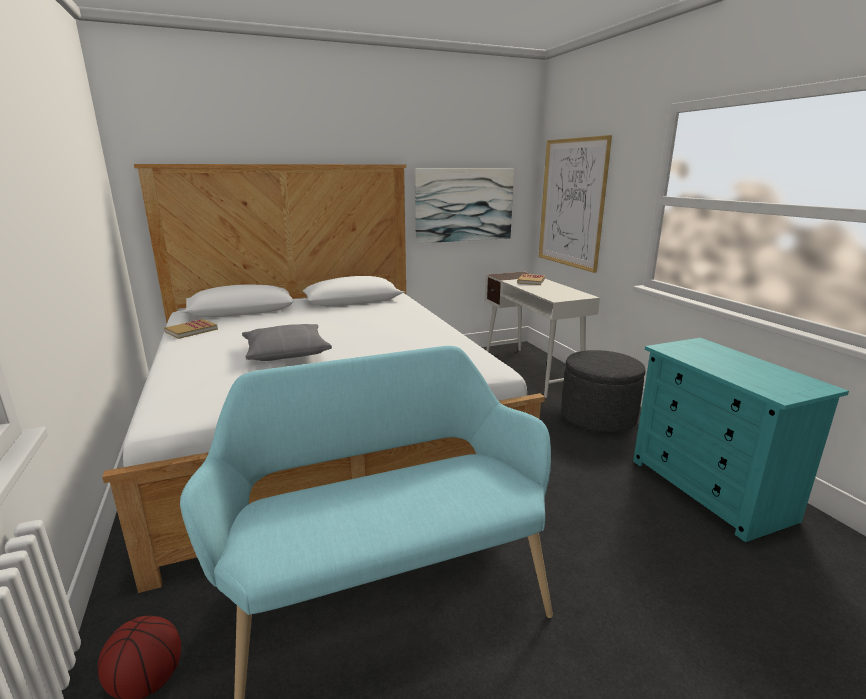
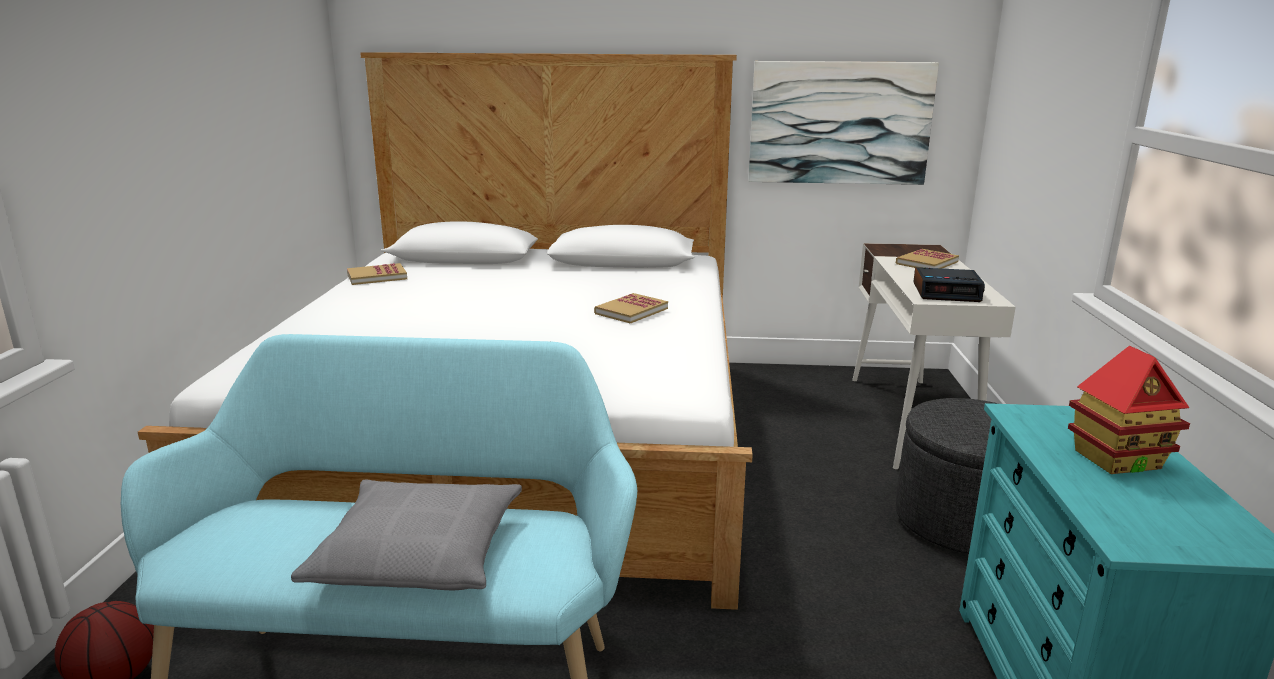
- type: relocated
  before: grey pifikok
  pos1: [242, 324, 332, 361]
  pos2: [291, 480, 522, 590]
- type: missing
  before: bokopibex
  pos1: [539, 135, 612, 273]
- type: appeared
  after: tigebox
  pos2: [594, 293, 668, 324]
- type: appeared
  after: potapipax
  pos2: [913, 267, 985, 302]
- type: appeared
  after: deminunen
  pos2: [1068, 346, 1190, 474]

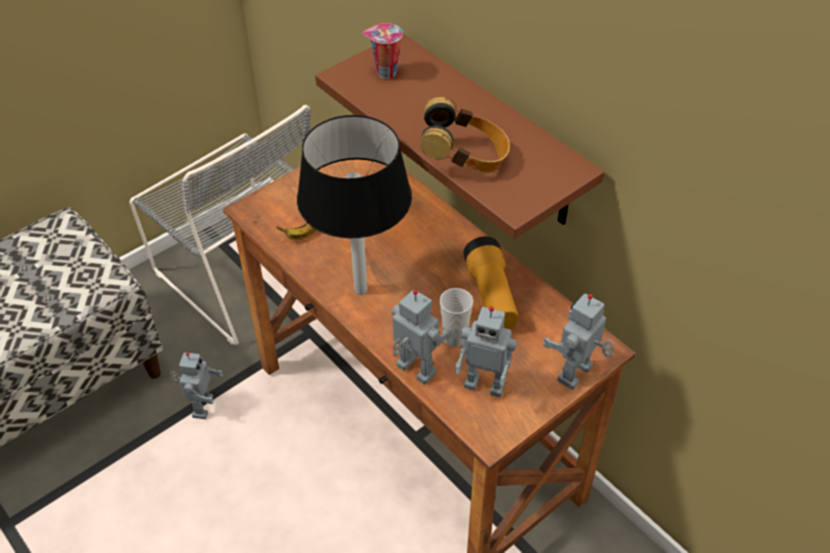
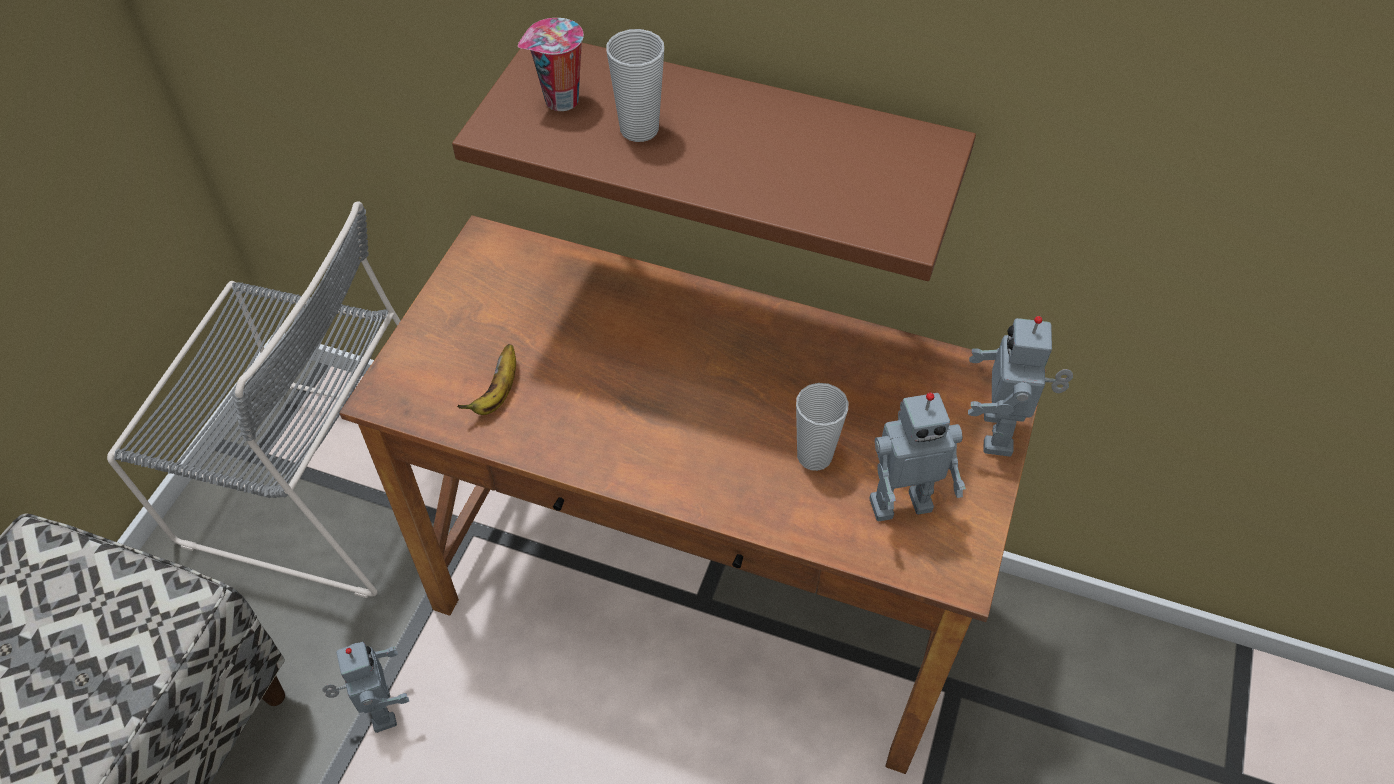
- type: missing
  before: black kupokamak
  pos1: [297, 115, 412, 295]
- type: missing
  before: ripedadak
  pos1: [392, 289, 453, 384]
- type: missing
  before: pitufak
  pos1: [421, 97, 510, 173]
- type: missing
  before: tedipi
  pos1: [464, 236, 518, 329]
- type: appeared
  after: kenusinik
  pos2: [606, 29, 664, 142]

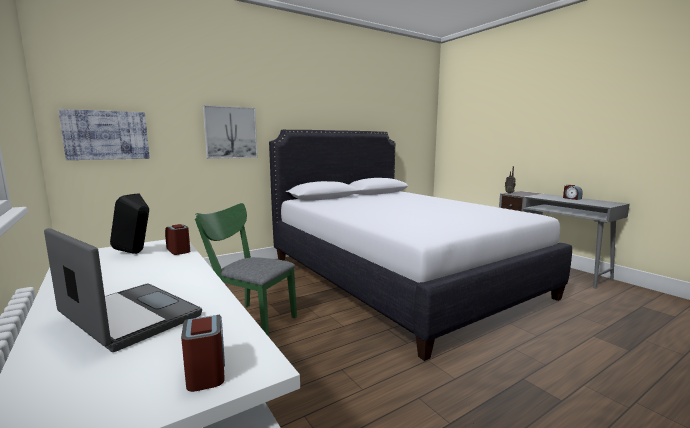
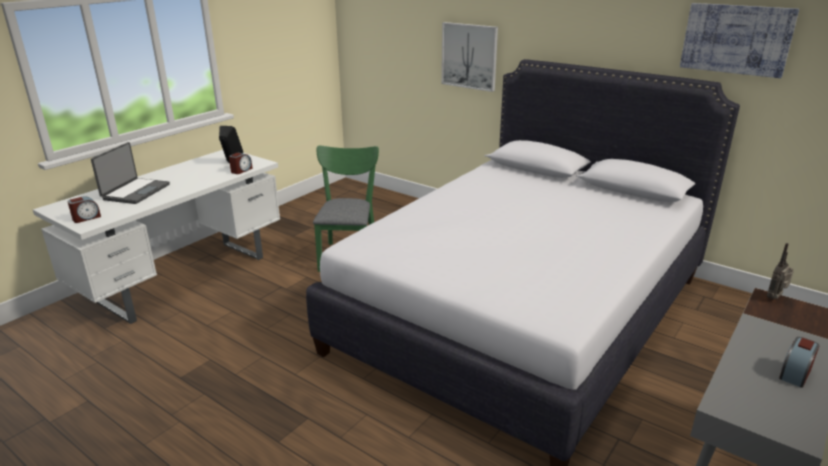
- type: relocated
  before: bokopibex
  pos1: [58, 109, 150, 160]
  pos2: [680, 3, 799, 78]

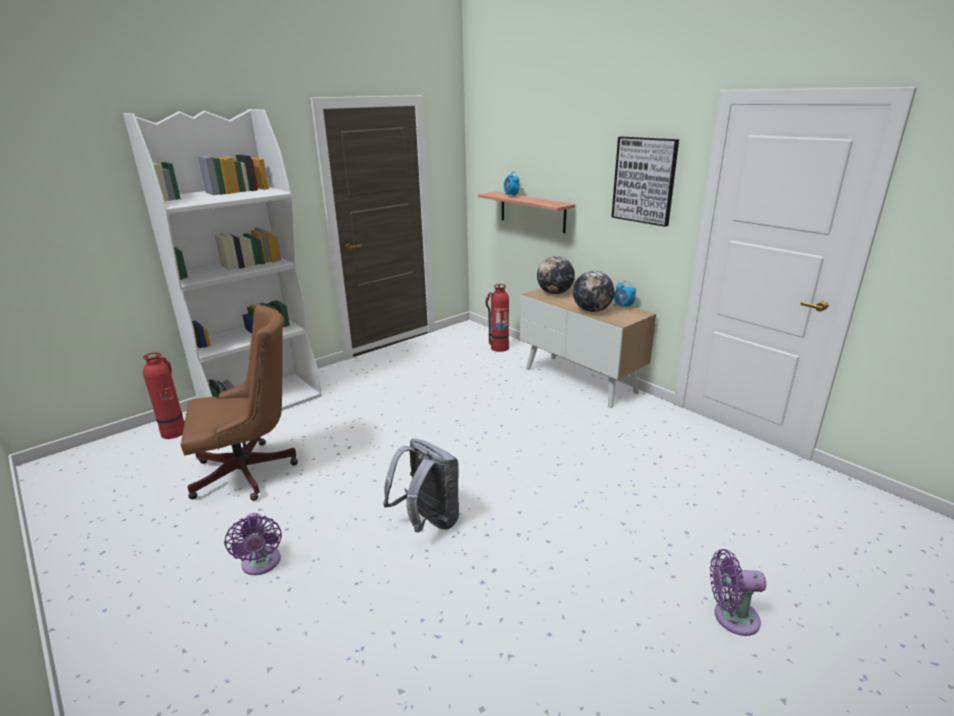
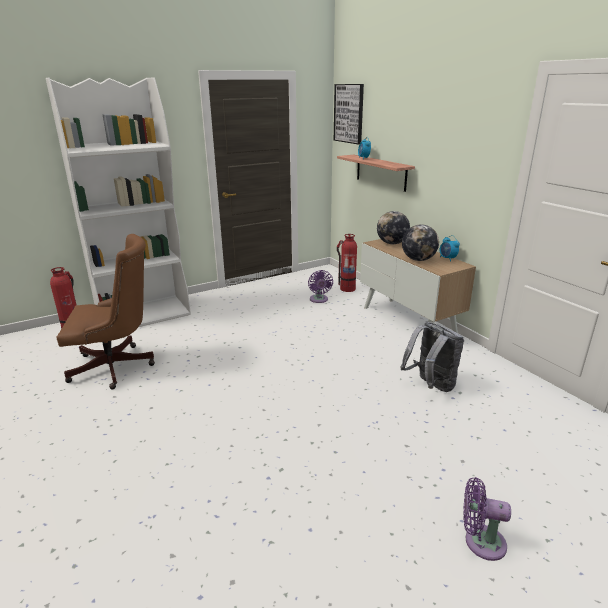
- type: relocated
  before: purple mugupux
  pos1: [224, 513, 282, 575]
  pos2: [308, 270, 333, 303]
- type: relocated
  before: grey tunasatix
  pos1: [383, 439, 459, 532]
  pos2: [400, 321, 464, 392]
- type: relocated
  before: bokopibex
  pos1: [611, 137, 679, 227]
  pos2: [334, 84, 364, 144]

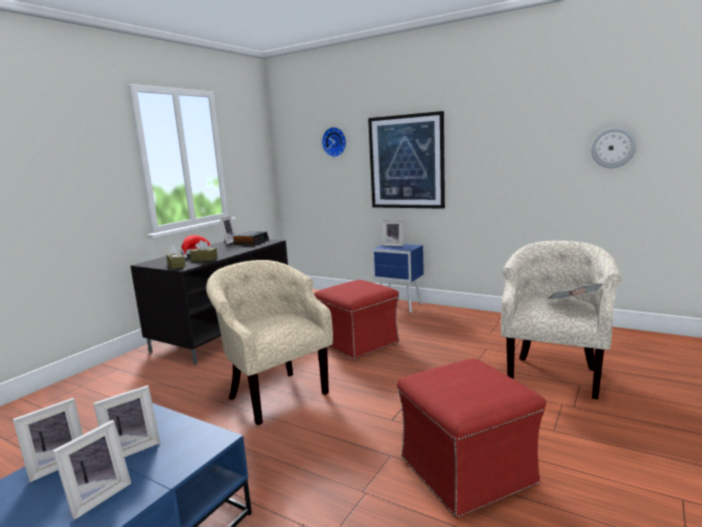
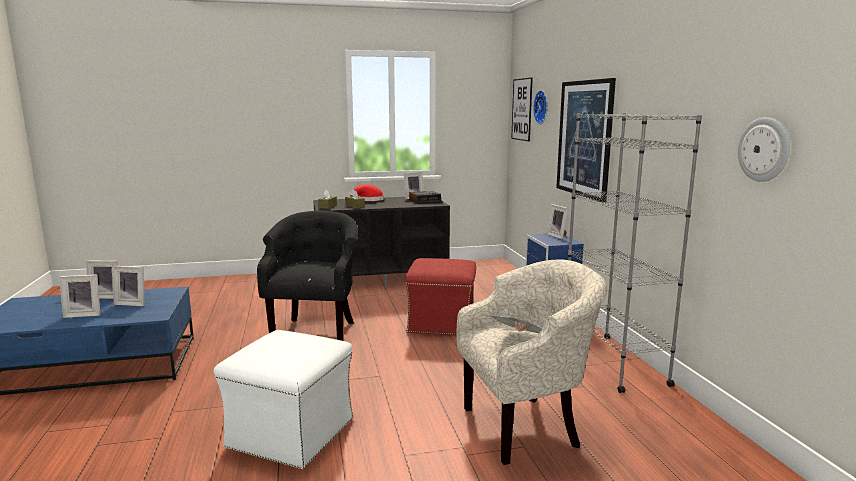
- type: colour
  before: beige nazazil
  after: black nazazil
  pos1: [206, 260, 333, 425]
  pos2: [257, 211, 358, 341]
- type: colour
  before: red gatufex
  after: white gatufex
  pos1: [397, 358, 546, 519]
  pos2: [214, 330, 353, 469]
- type: appeared
  after: bokopibex
  pos2: [511, 77, 533, 141]
- type: appeared
  after: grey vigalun
  pos2: [568, 113, 702, 393]

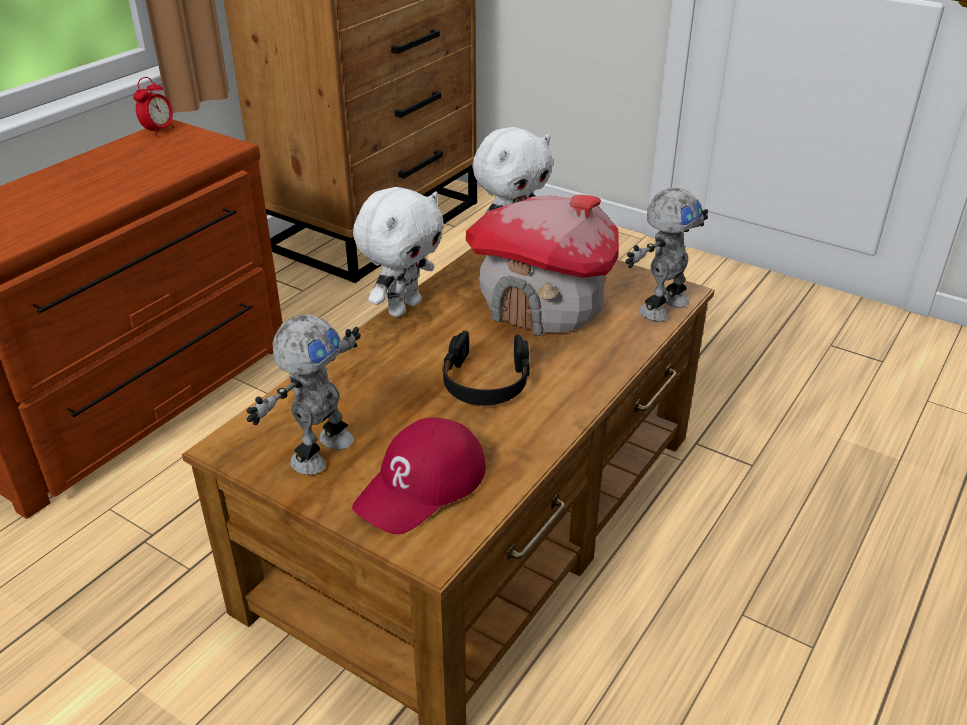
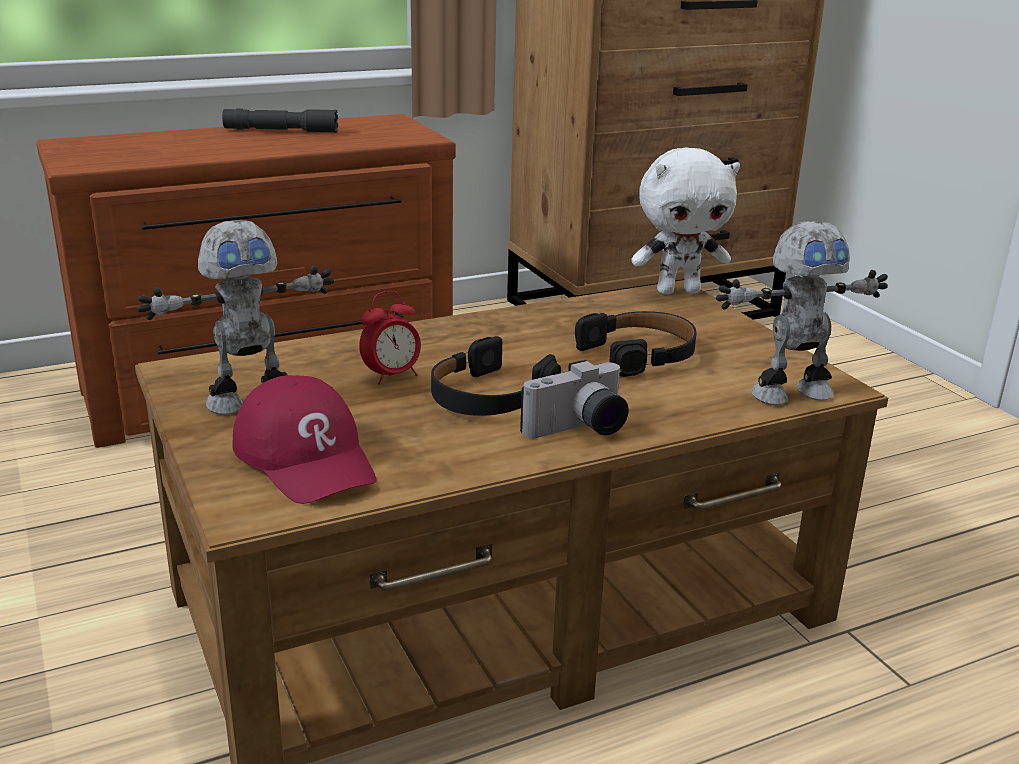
- type: relocated
  before: potapipax
  pos1: [133, 77, 174, 136]
  pos2: [359, 291, 421, 385]
- type: spun
  before: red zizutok
  pos1: [352, 418, 486, 534]
  pos2: [232, 375, 377, 504]
  turn: -105
- type: missing
  before: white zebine
  pos1: [353, 187, 444, 317]
- type: exchanged
  before: deminunen
  after: black pitufak
  pos1: [466, 195, 619, 336]
  pos2: [575, 311, 696, 377]
- type: appeared
  after: grey tedipi
  pos2: [222, 108, 338, 133]
- type: appeared
  after: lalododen
  pos2: [520, 360, 629, 438]

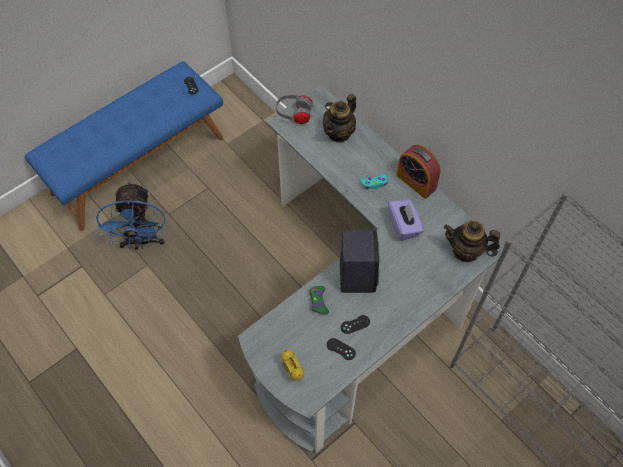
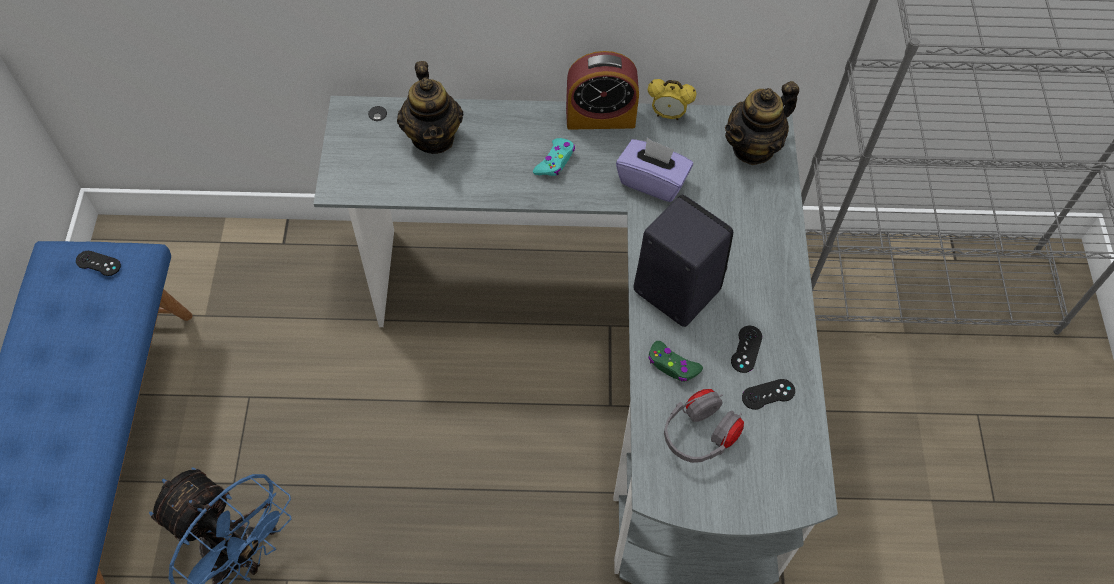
- type: relocated
  before: grey pitufak
  pos1: [276, 94, 315, 124]
  pos2: [664, 389, 744, 463]
- type: relocated
  before: potapipax
  pos1: [282, 350, 304, 381]
  pos2: [648, 79, 696, 120]

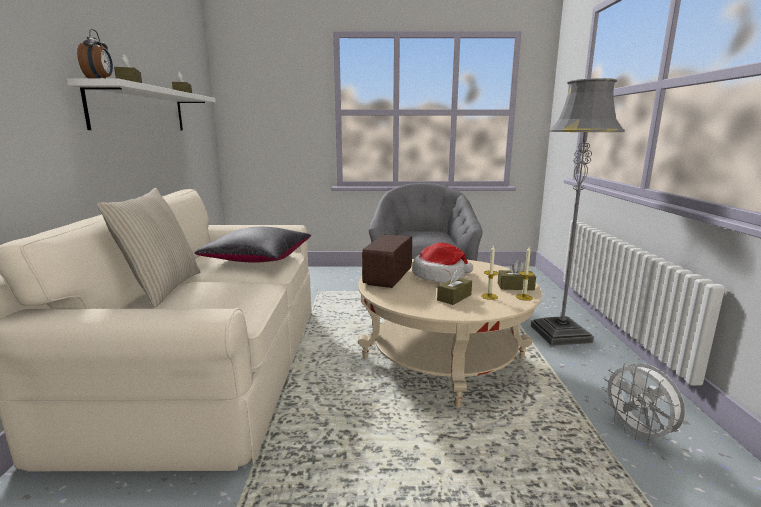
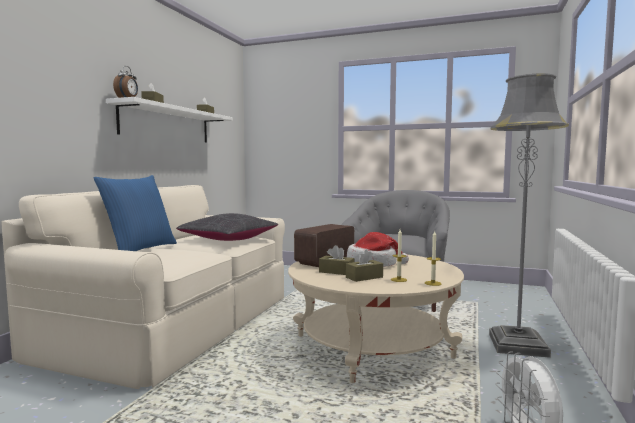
- type: colour
  before: beige pifikok
  after: blue pifikok
  pos1: [96, 188, 200, 308]
  pos2: [94, 175, 177, 251]
- type: relocated
  before: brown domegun
  pos1: [498, 260, 536, 290]
  pos2: [319, 245, 354, 275]

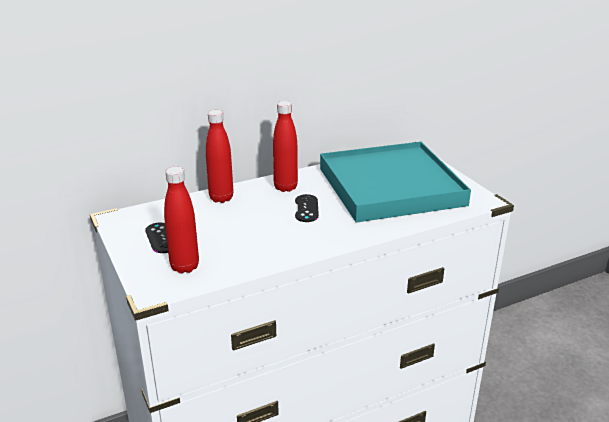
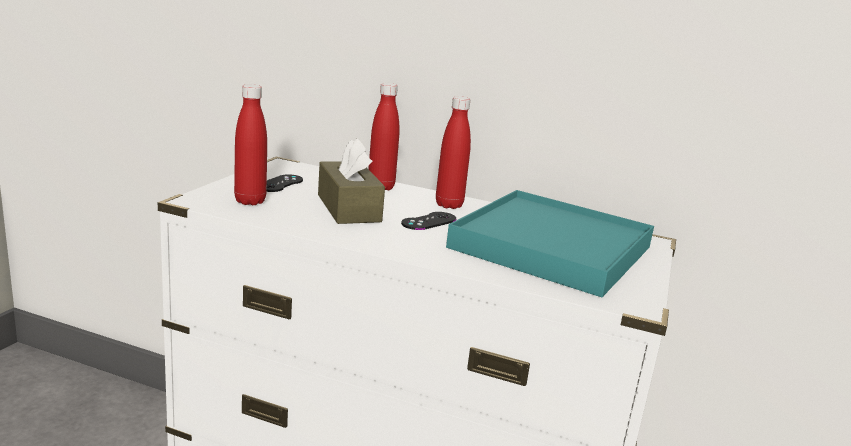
- type: appeared
  after: brown domegun
  pos2: [318, 138, 385, 224]

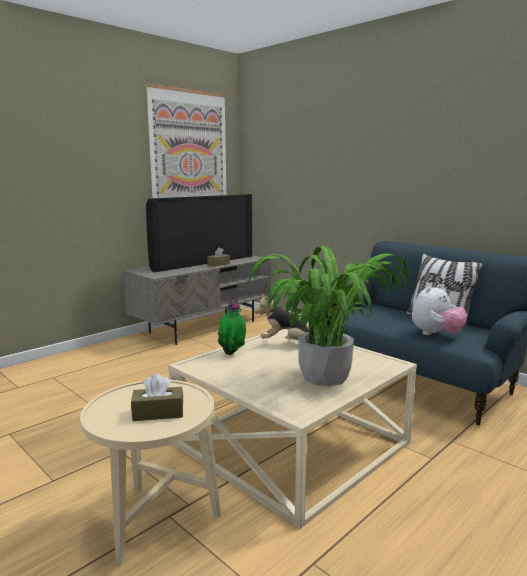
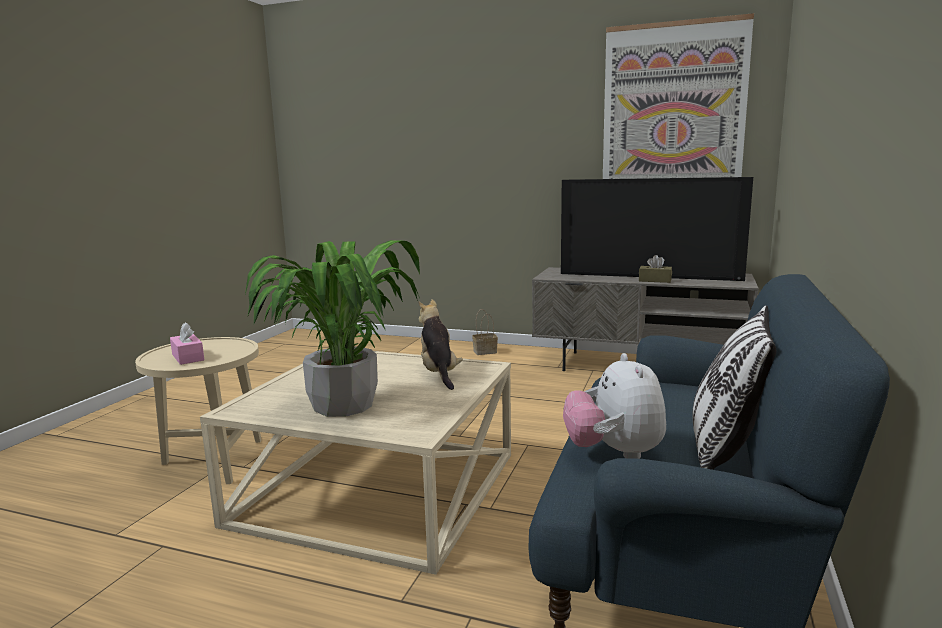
- type: colour
  before: brown domegun
  after: pink domegun
  pos1: [131, 374, 183, 421]
  pos2: [170, 322, 204, 365]
- type: missing
  before: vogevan
  pos1: [218, 300, 246, 355]
- type: spun
  before: zebine
  pos1: [412, 284, 467, 335]
  pos2: [563, 353, 666, 459]
  turn: 60
- type: appeared
  after: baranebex
  pos2: [472, 309, 498, 355]

